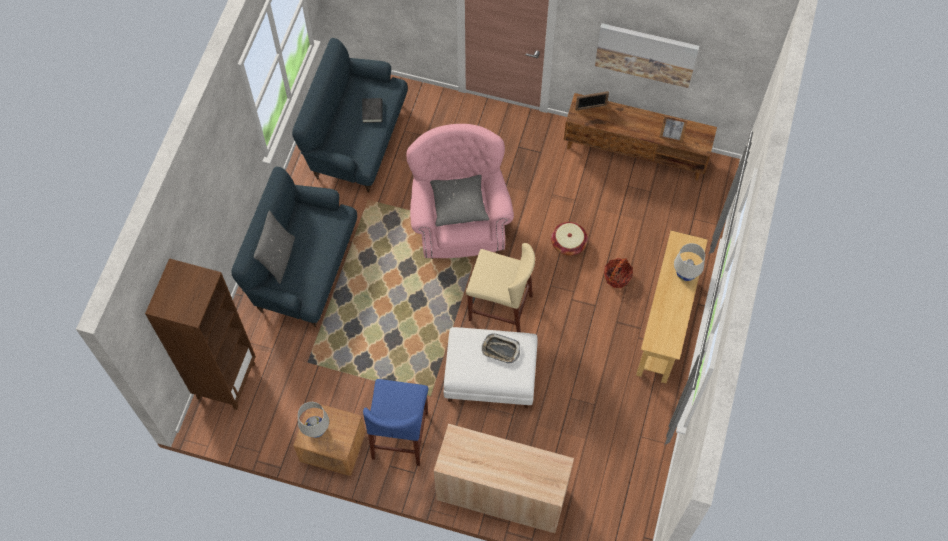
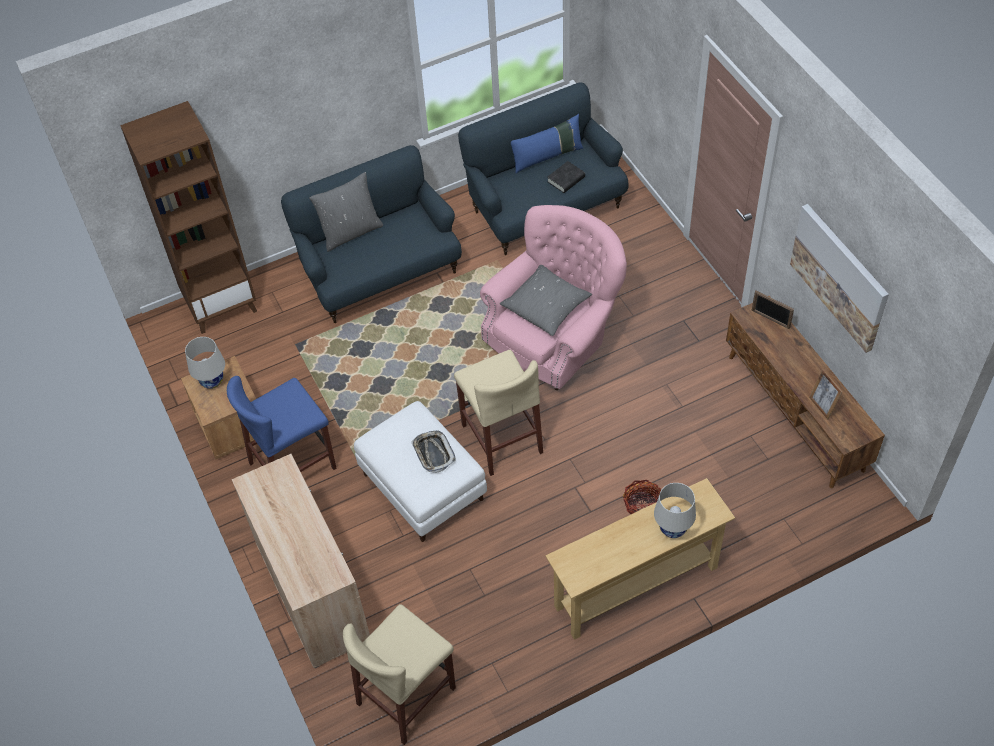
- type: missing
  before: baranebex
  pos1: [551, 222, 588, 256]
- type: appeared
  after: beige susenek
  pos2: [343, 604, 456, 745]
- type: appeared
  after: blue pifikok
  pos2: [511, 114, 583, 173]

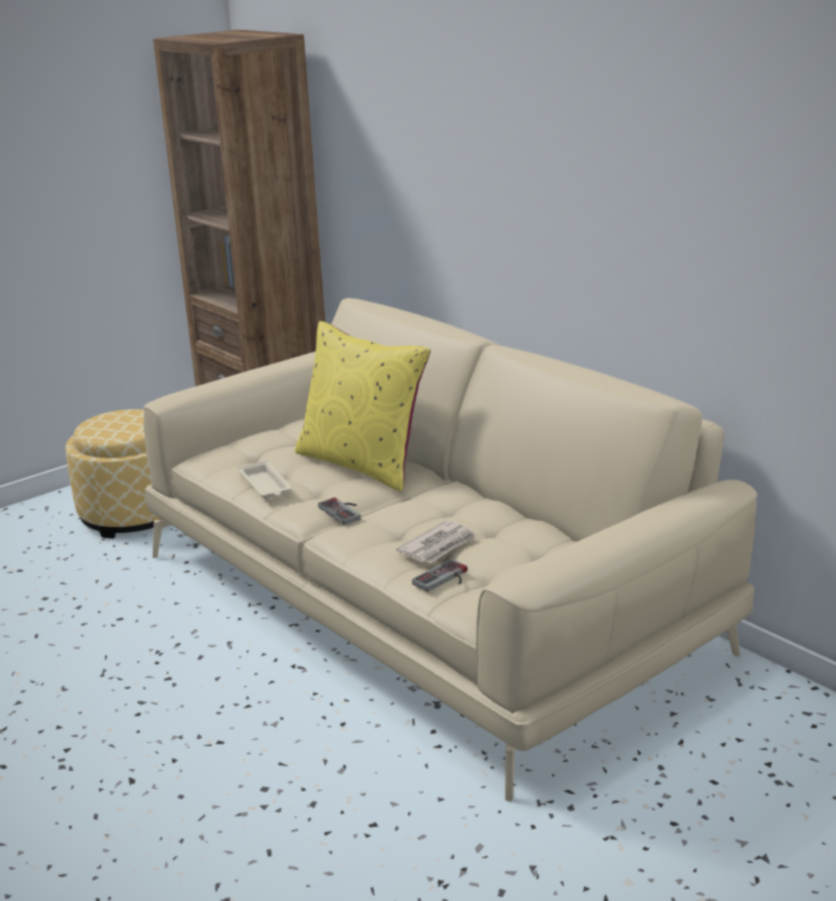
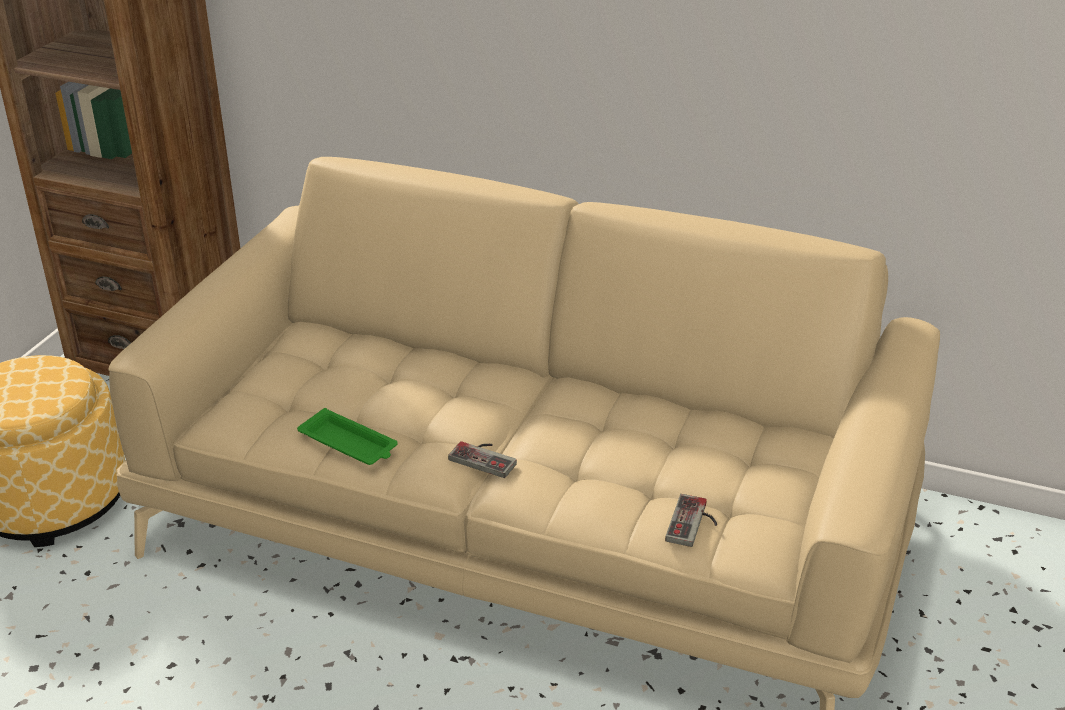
- type: colour
  before: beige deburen
  after: green deburen
  pos1: [238, 461, 292, 499]
  pos2: [297, 408, 398, 465]
- type: missing
  before: yellow pifikok
  pos1: [295, 321, 431, 491]
- type: missing
  before: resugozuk
  pos1: [396, 520, 476, 563]

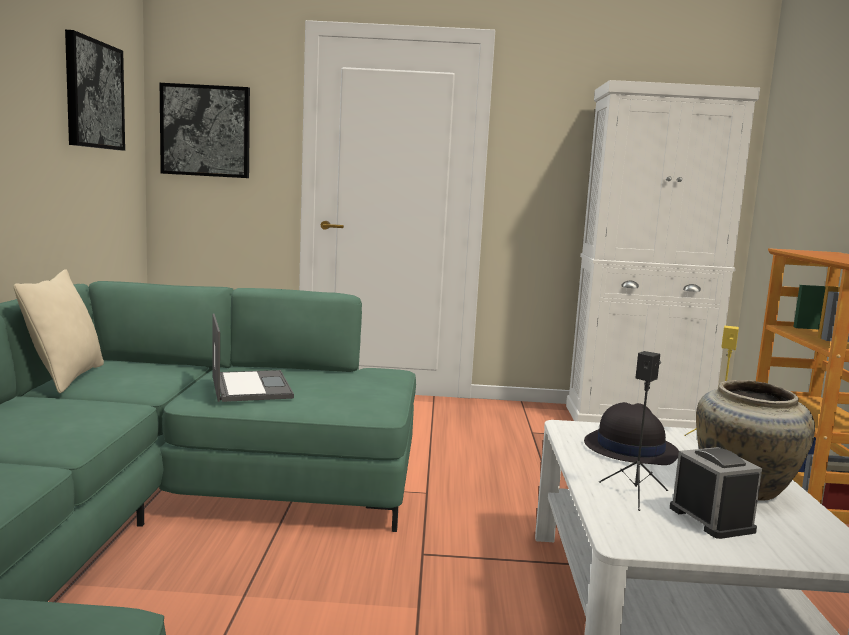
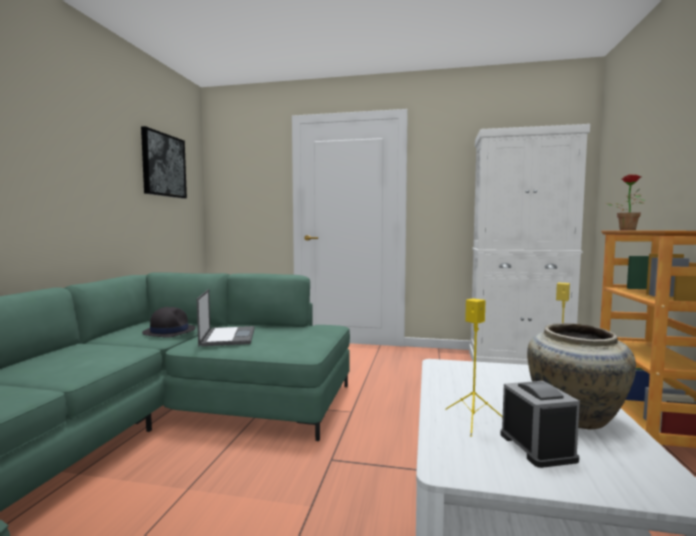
- type: missing
  before: beige pifikok
  pos1: [14, 269, 104, 393]
- type: missing
  before: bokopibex
  pos1: [160, 83, 250, 178]
- type: relocated
  before: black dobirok
  pos1: [584, 402, 679, 465]
  pos2: [142, 307, 196, 338]
- type: colour
  before: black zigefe
  after: yellow zigefe
  pos1: [599, 351, 668, 511]
  pos2: [445, 298, 503, 437]
- type: appeared
  after: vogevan
  pos2: [606, 174, 645, 230]

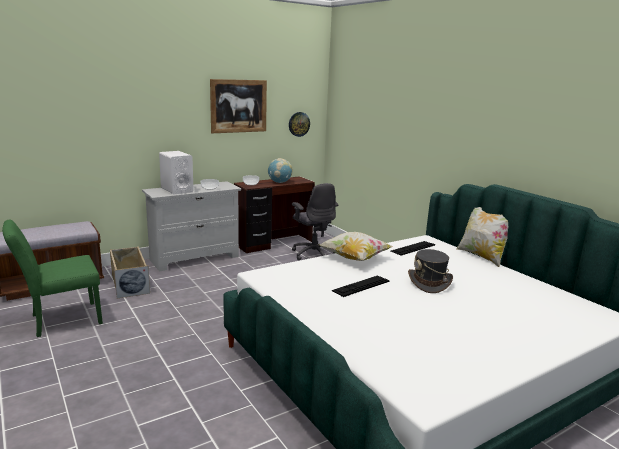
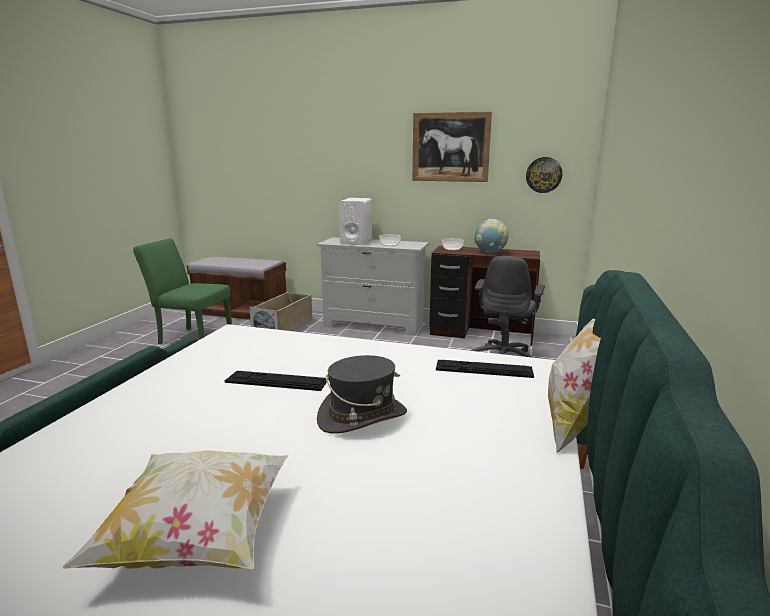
- type: relocated
  before: pifikok
  pos1: [319, 232, 393, 261]
  pos2: [63, 450, 288, 569]

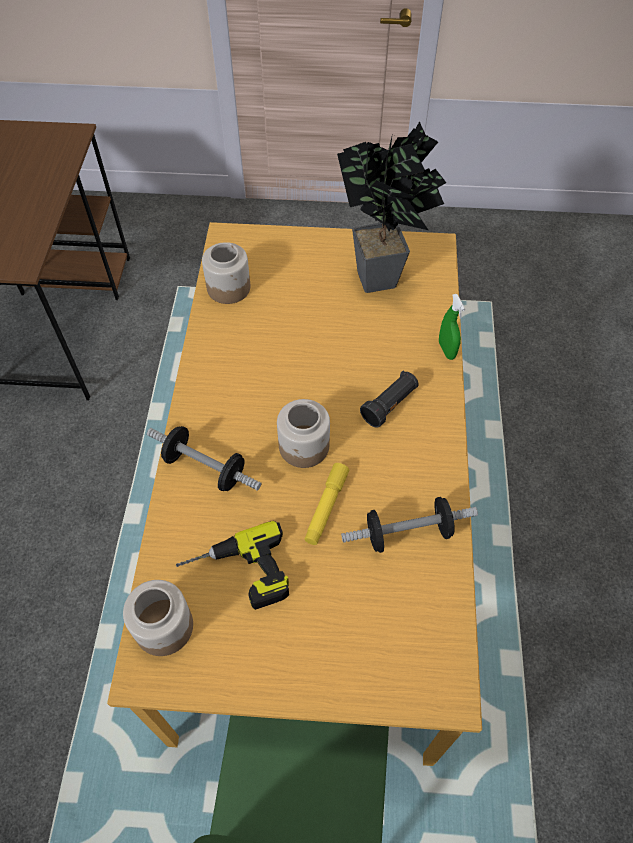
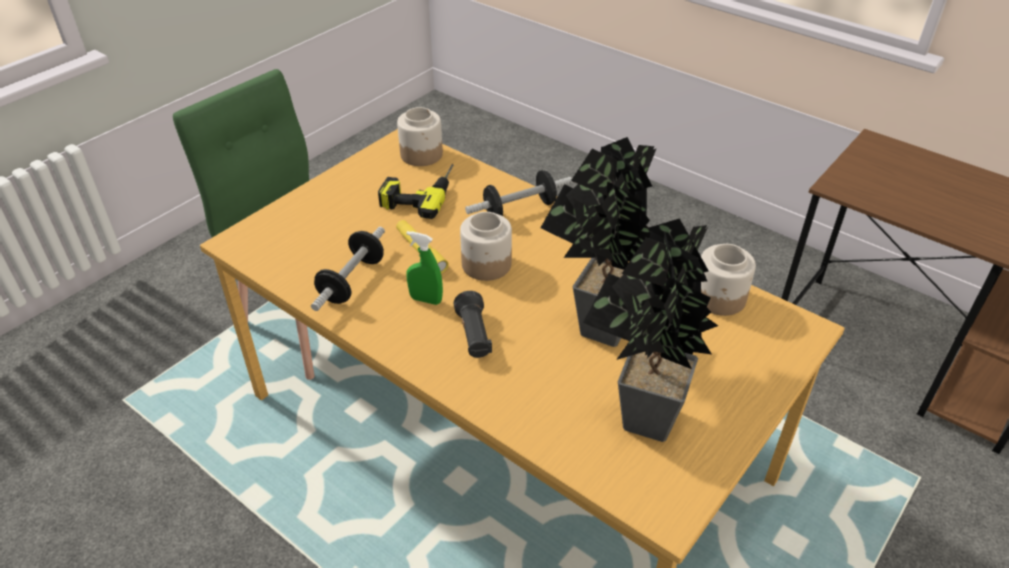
- type: relocated
  before: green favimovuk
  pos1: [439, 294, 465, 360]
  pos2: [406, 231, 443, 305]
- type: appeared
  after: vogevan
  pos2: [541, 137, 657, 347]

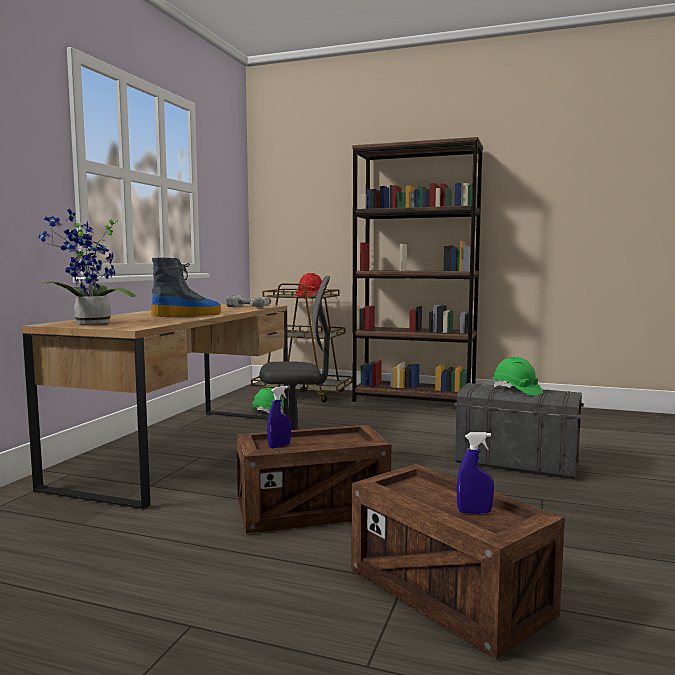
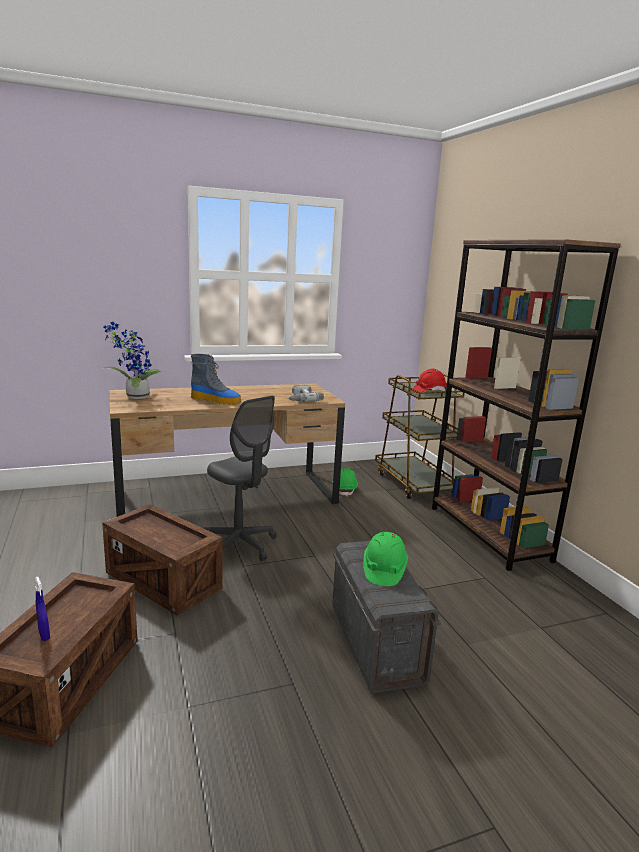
- type: missing
  before: blue favimovuk
  pos1: [267, 386, 291, 448]

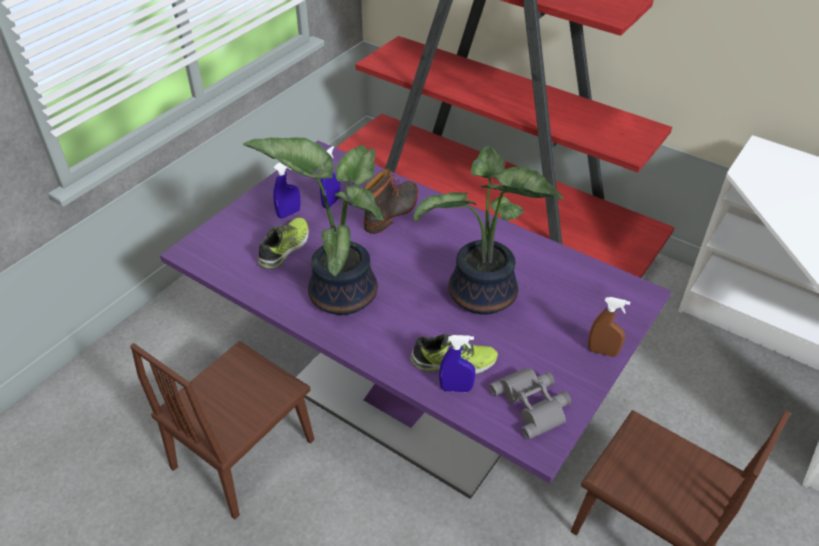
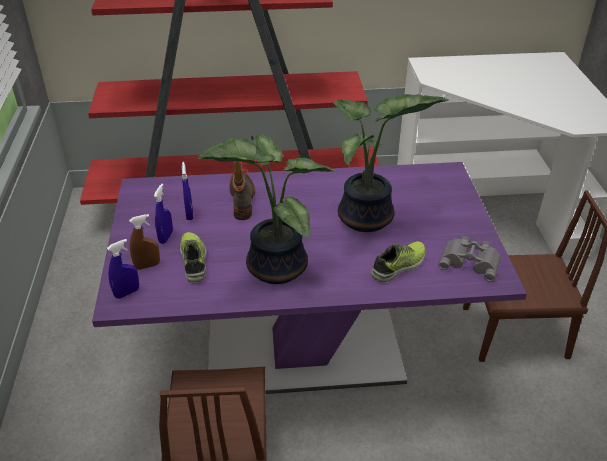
- type: relocated
  before: blue favimovuk
  pos1: [439, 335, 476, 392]
  pos2: [107, 239, 139, 299]
- type: relocated
  before: brown favimovuk
  pos1: [588, 297, 630, 357]
  pos2: [129, 214, 160, 270]

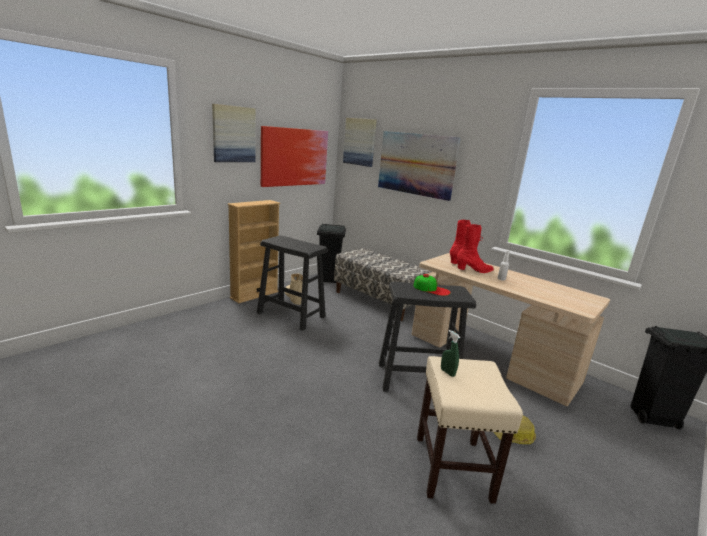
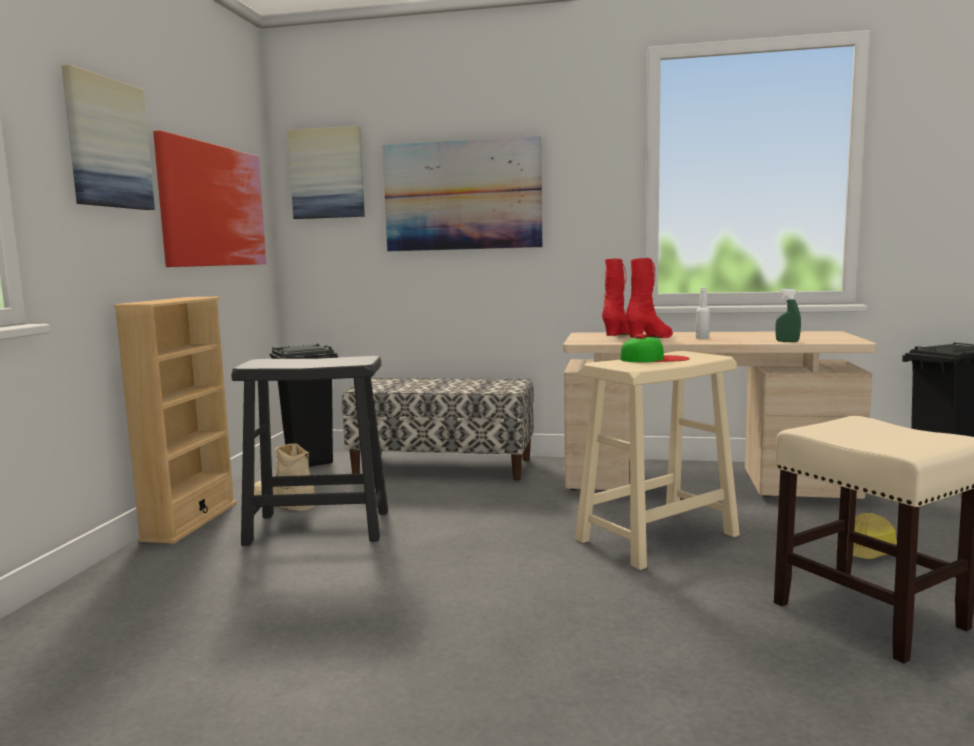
- type: colour
  before: black susenek
  after: beige susenek
  pos1: [379, 282, 476, 392]
  pos2: [575, 351, 740, 570]
- type: relocated
  before: green favimovuk
  pos1: [441, 330, 460, 377]
  pos2: [775, 289, 801, 342]

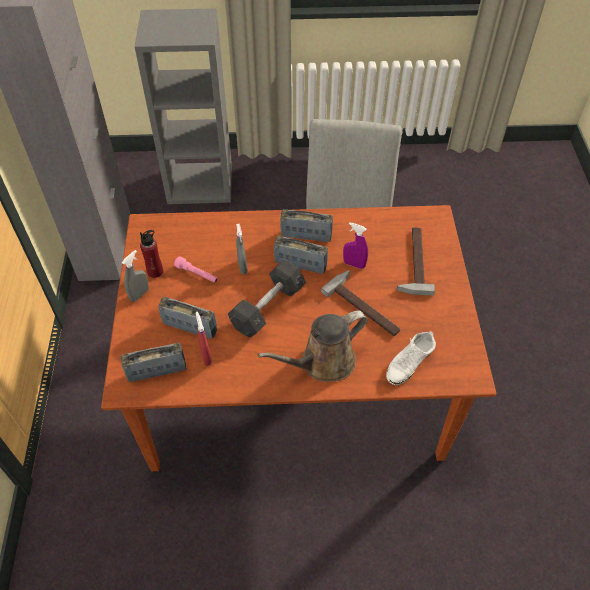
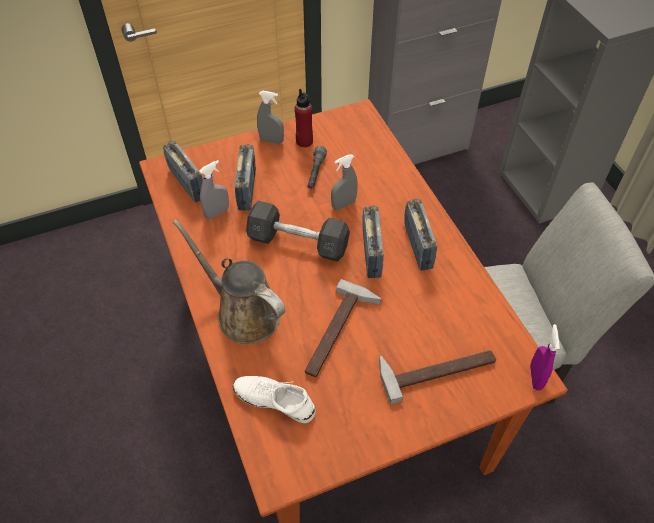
- type: colour
  before: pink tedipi
  after: grey tedipi
  pos1: [174, 256, 218, 283]
  pos2: [307, 146, 327, 189]
- type: colour
  before: red favimovuk
  after: grey favimovuk
  pos1: [196, 312, 212, 366]
  pos2: [199, 160, 229, 219]
- type: relocated
  before: purple favimovuk
  pos1: [343, 222, 368, 269]
  pos2: [530, 324, 560, 391]

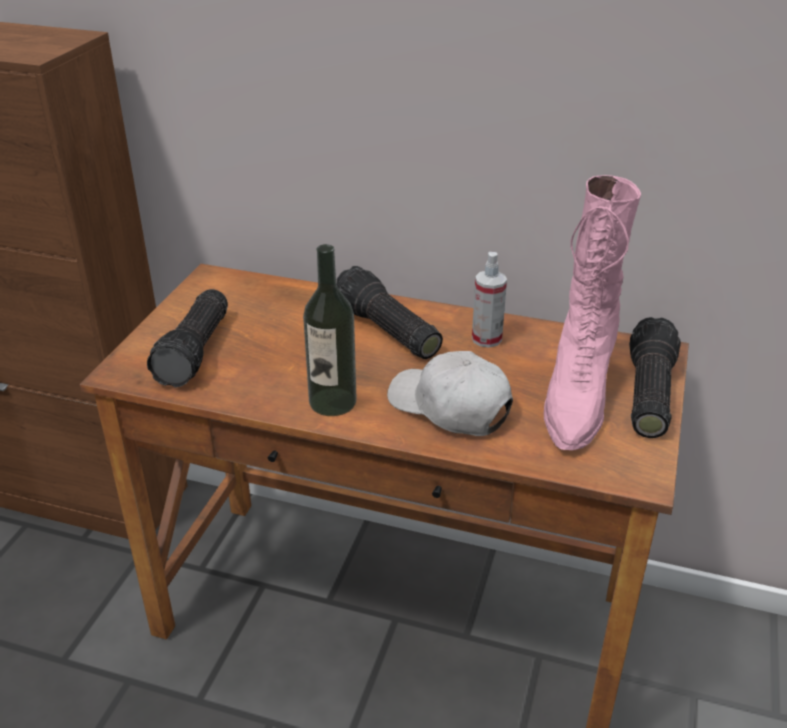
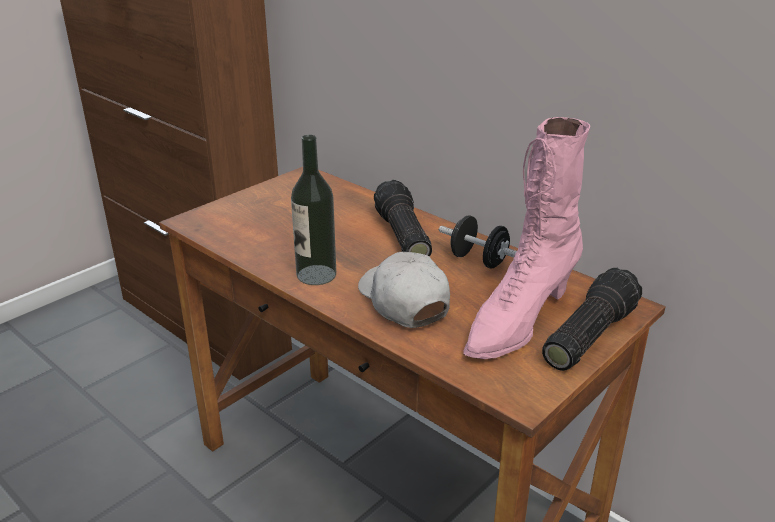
- type: missing
  before: tedipi
  pos1: [147, 289, 228, 387]
- type: exchanged
  before: favimovuk
  after: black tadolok
  pos1: [472, 252, 507, 348]
  pos2: [439, 215, 517, 268]

